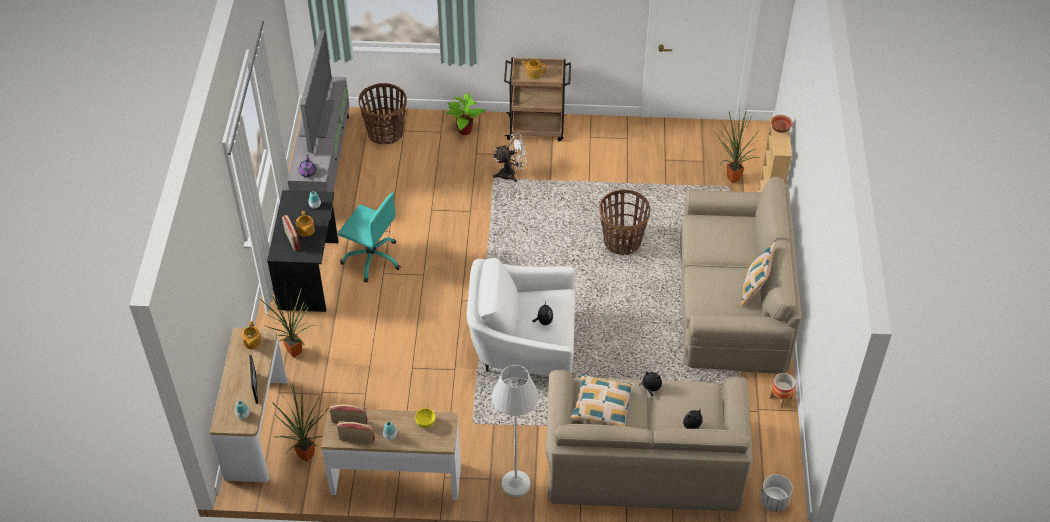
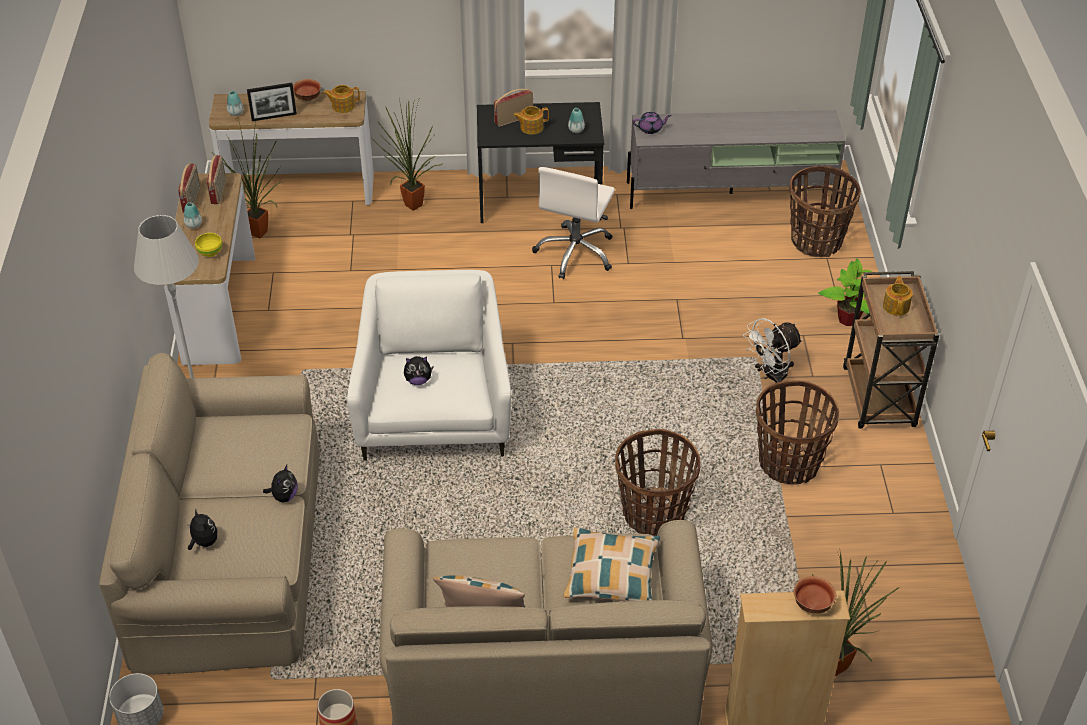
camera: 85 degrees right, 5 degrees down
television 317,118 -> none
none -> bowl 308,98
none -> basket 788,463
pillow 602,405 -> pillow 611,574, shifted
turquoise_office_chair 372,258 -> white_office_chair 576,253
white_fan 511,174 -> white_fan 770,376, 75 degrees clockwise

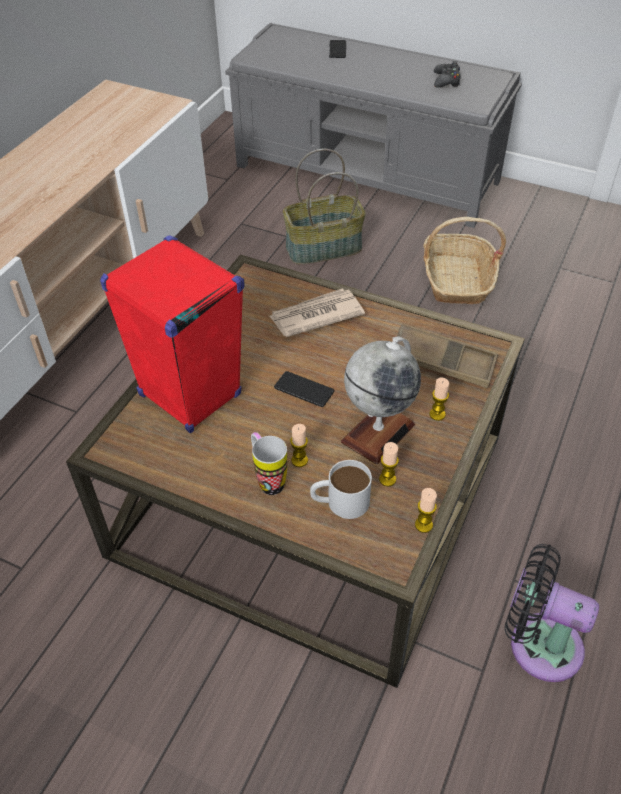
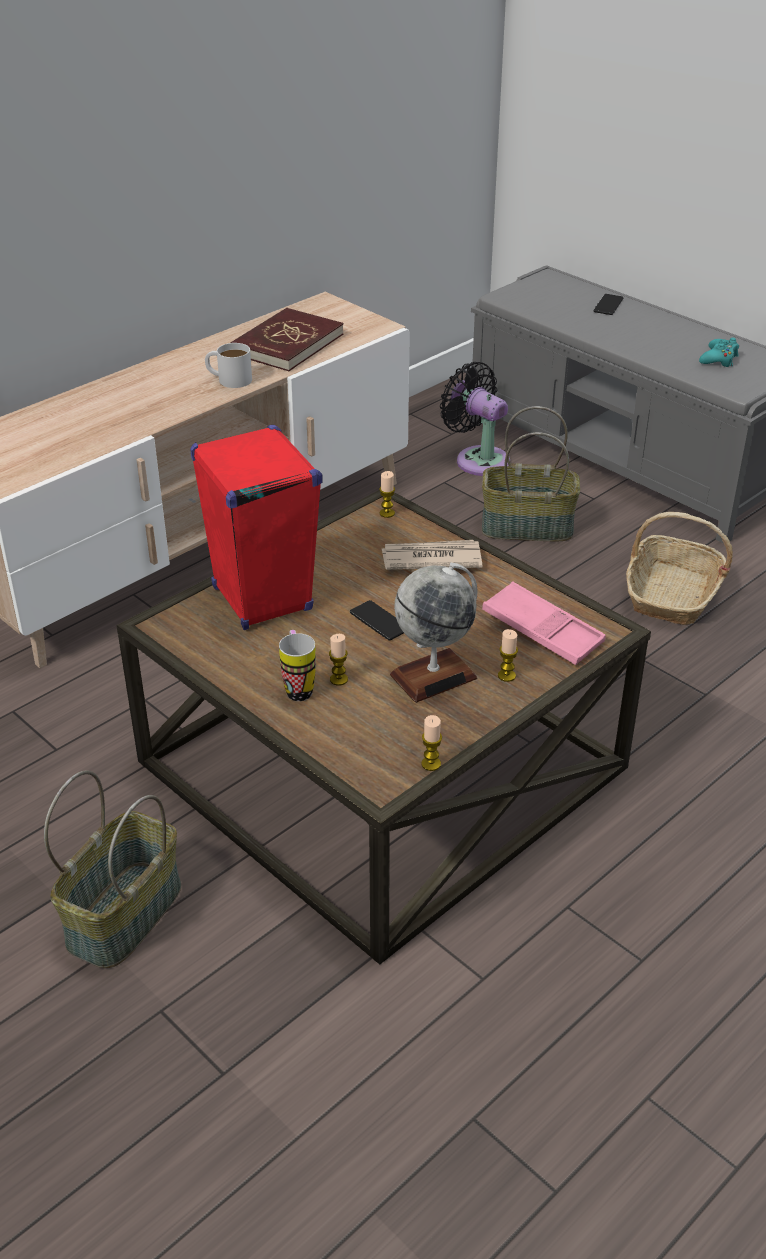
camera: 20 degrees right, 10 degrees down
none -> basket 123,913
none -> red_book 287,344
white_mug 340,502 -> white_mug 228,379, shifted
candle 387,479 -> candle 387,513, shifted
black_fan 538,643 -> black_fan 478,459, shifted
brown_tray 442,361 -> pink_tray 542,630
black_game_controller 446,81 -> turquoise_game_controller 719,359

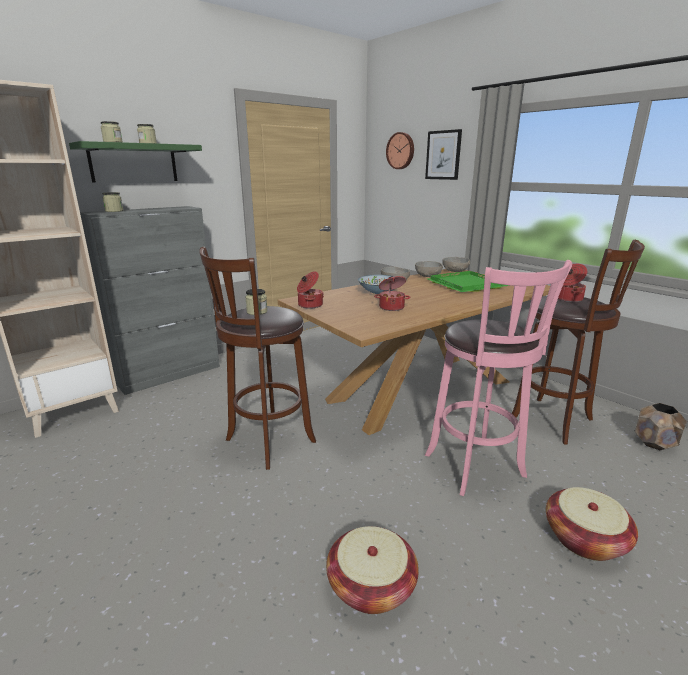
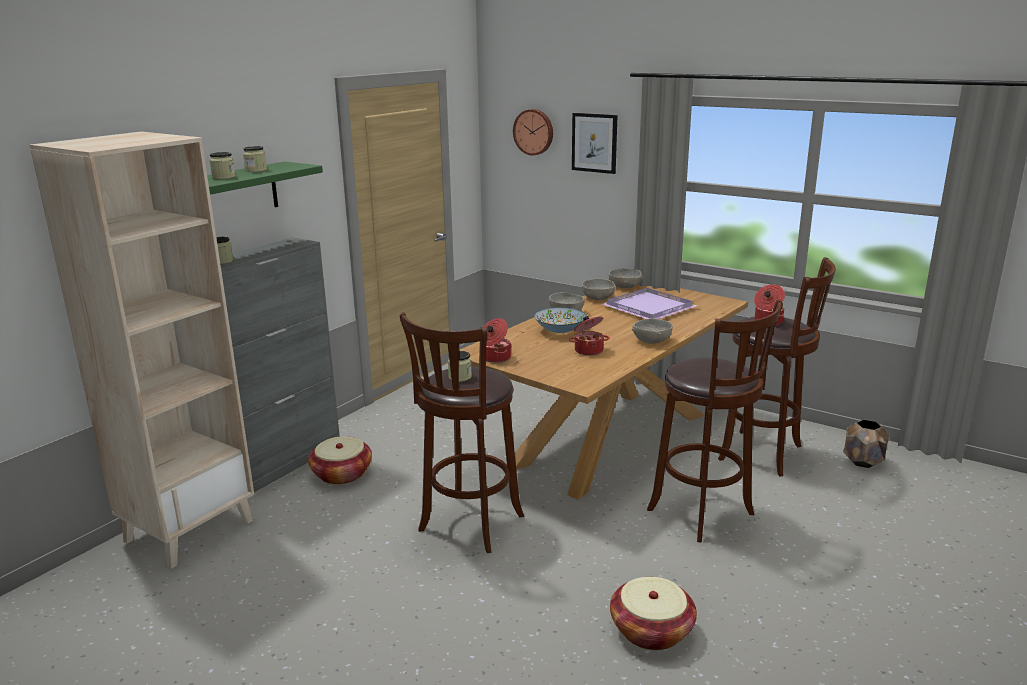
camera: 15 degrees left, 0 degrees up
none -> grey_bowl 651,340
basket 584,539 -> basket 342,474, shifted
pink_stool 477,468 -> brown_stool 704,514
green_tray 467,285 -> purple_tray 650,308

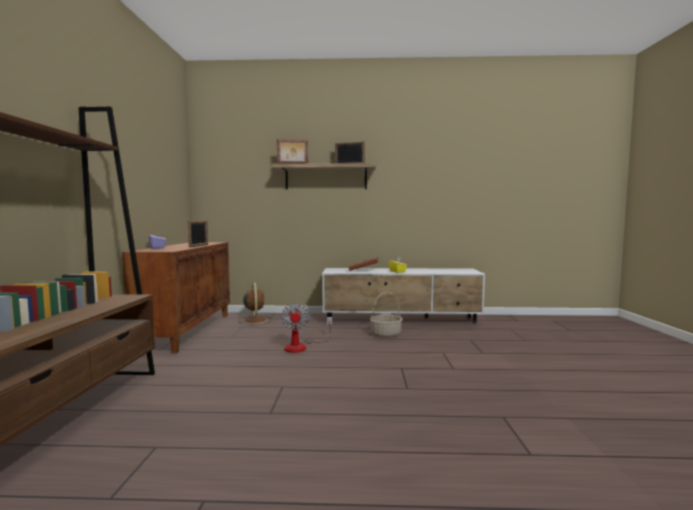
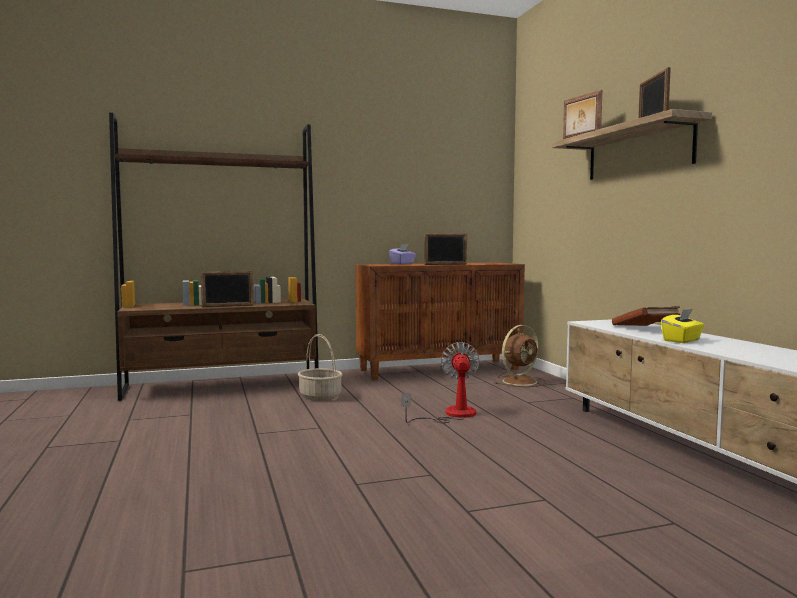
camera: 70 degrees right, 0 degrees up
none -> picture_frame 227,306
basket 386,334 -> basket 321,396, shifted
fan 302,346 -> fan 451,415, 120 degrees clockwise

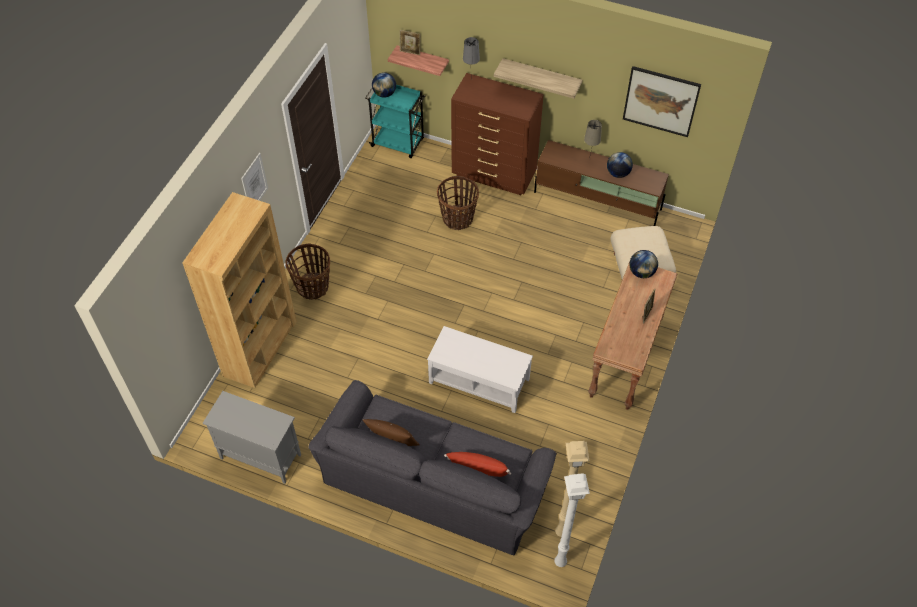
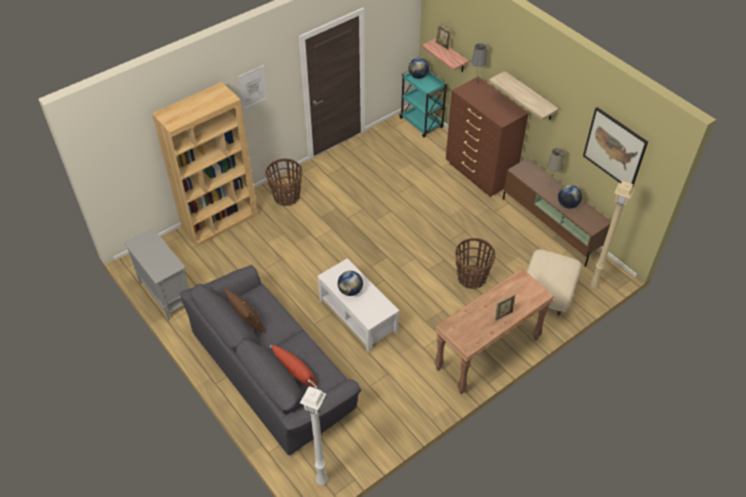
camera: 30 degrees right, 5 degrees down
basket 458,218 -> basket 471,278, shifted
beige_floor_lamp 560,531 -> beige_floor_lamp 593,284, shifted
globe 641,272 -> globe 350,291, shifted

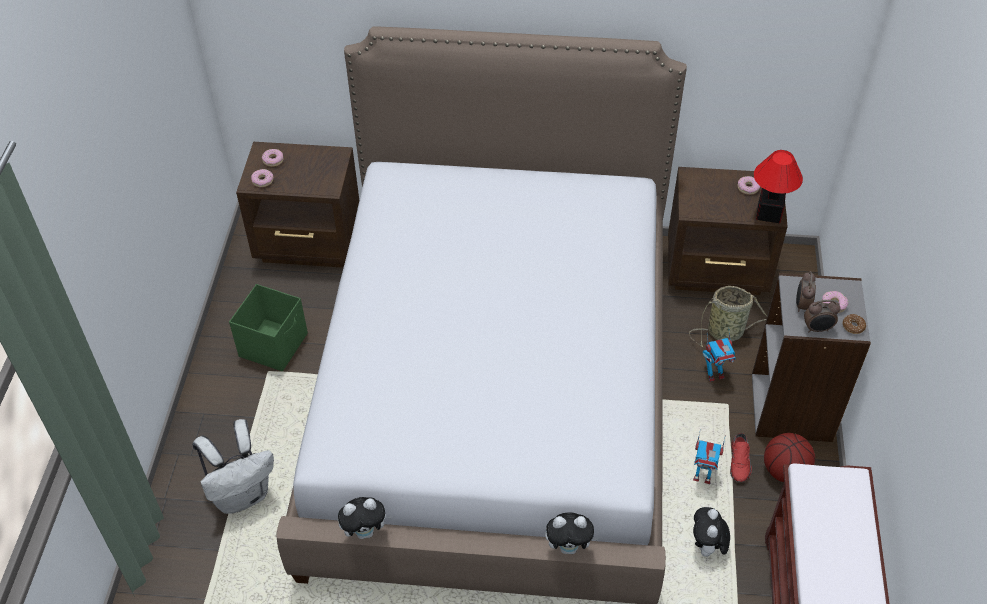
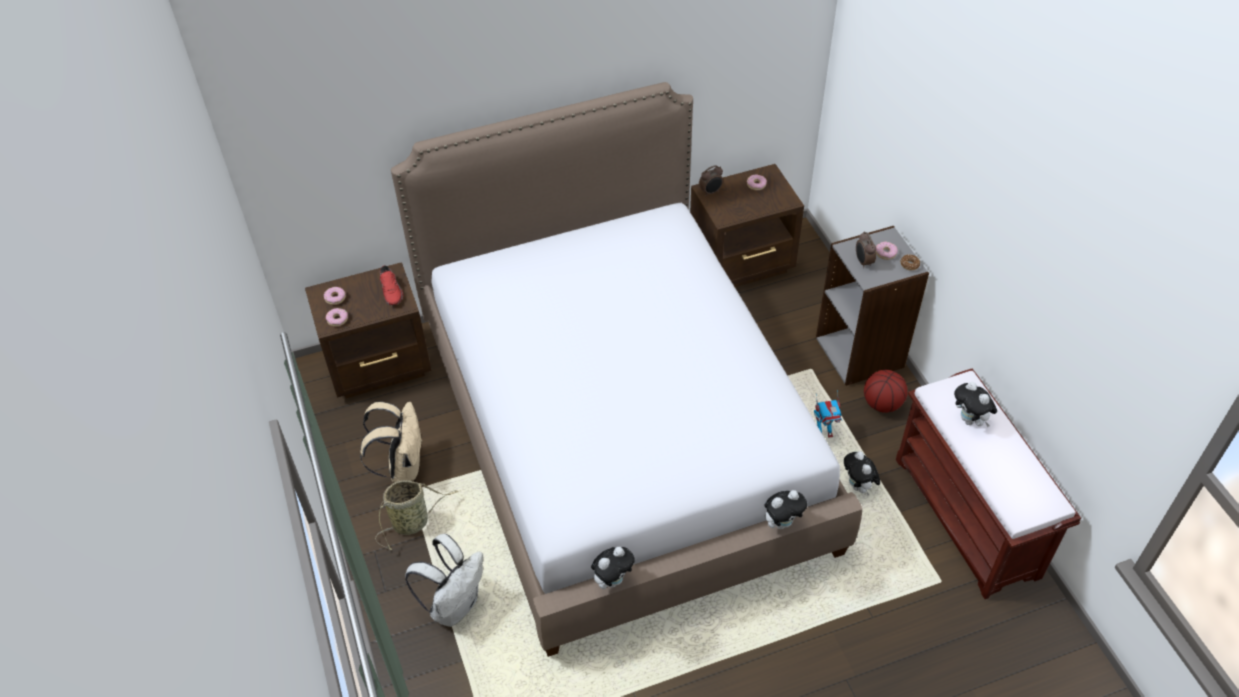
camera: 25 degrees left, 0 degrees up
toy_robot 714,374 -> none
table_lamp 768,214 -> none
none -> plush_toy 970,420
basket 727,332 -> basket 413,522, shifted
red_shoe 740,462 -> red_shoe 392,290, shifted
alarm_clock 817,329 -> alarm_clock 710,192, shifted
green_storage_box 274,345 -> beige_backpack 402,466

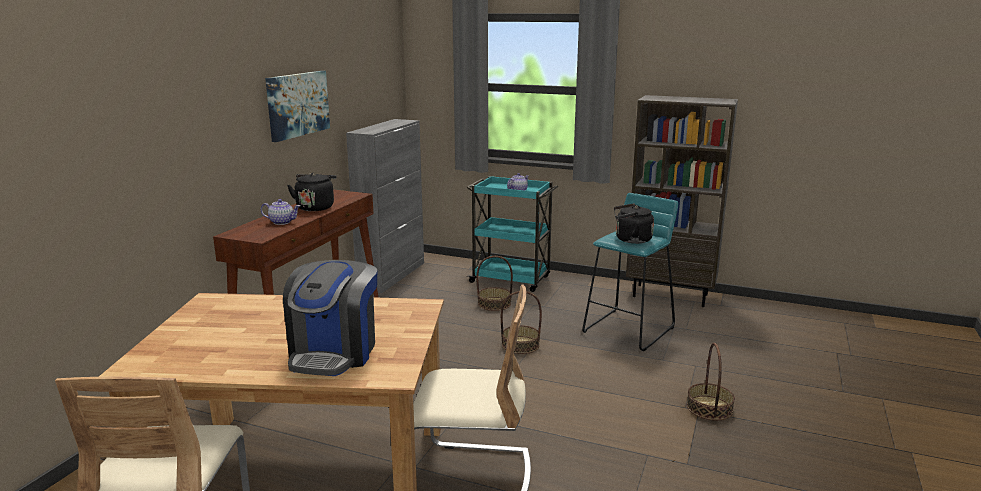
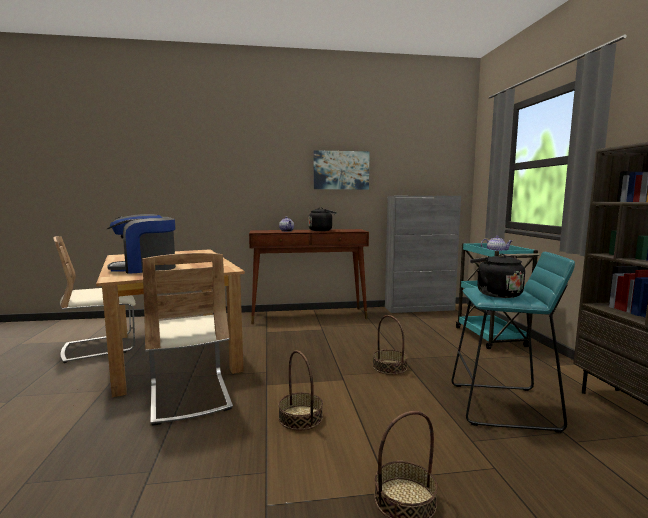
camera: 60 degrees right, 10 degrees down
basket 494,304 -> basket 301,417, shifted

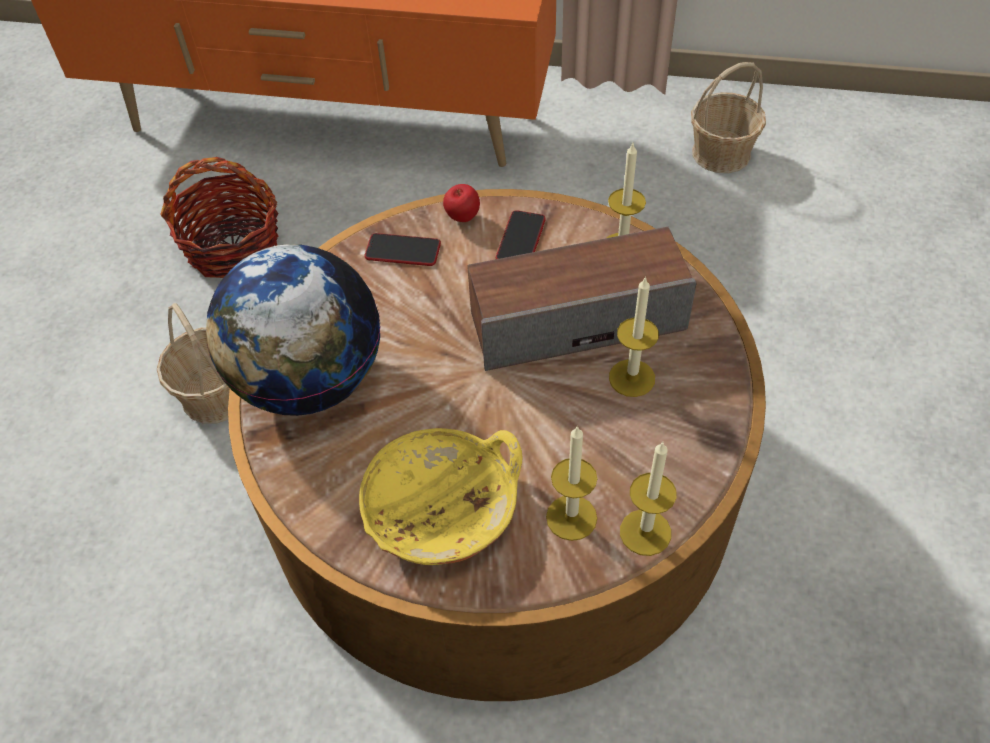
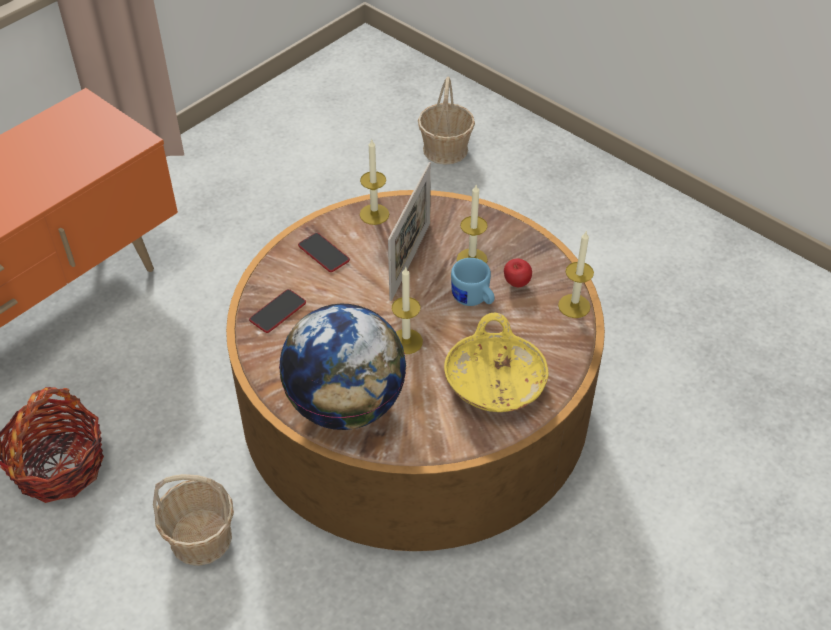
camera: 60 degrees left, 5 degrees down
none -> blue_mug 473,300
apple 462,218 -> apple 516,284, shifted
candle 571,517 -> candle 406,341, shifted
basket 721,153 -> basket 445,149, shifted
speaker 576,320 -> picture_frame 410,261

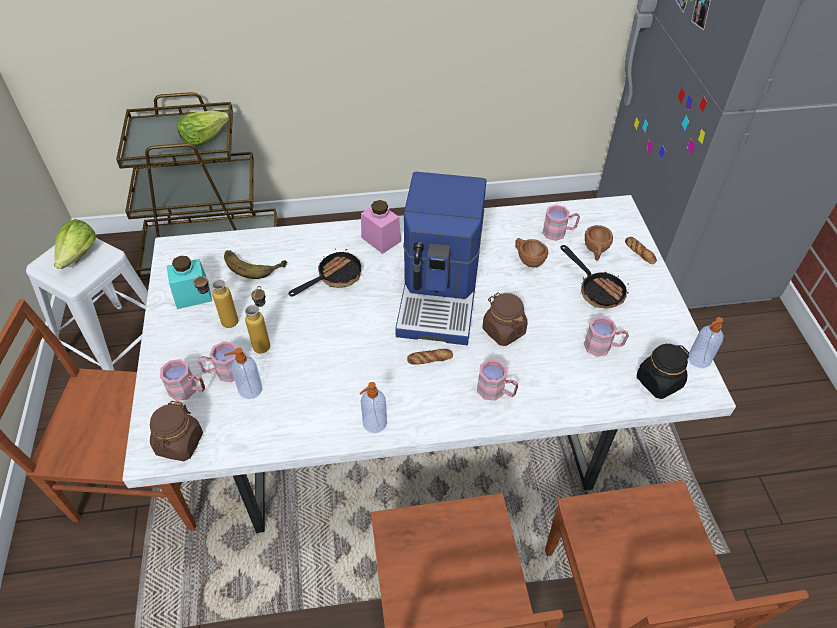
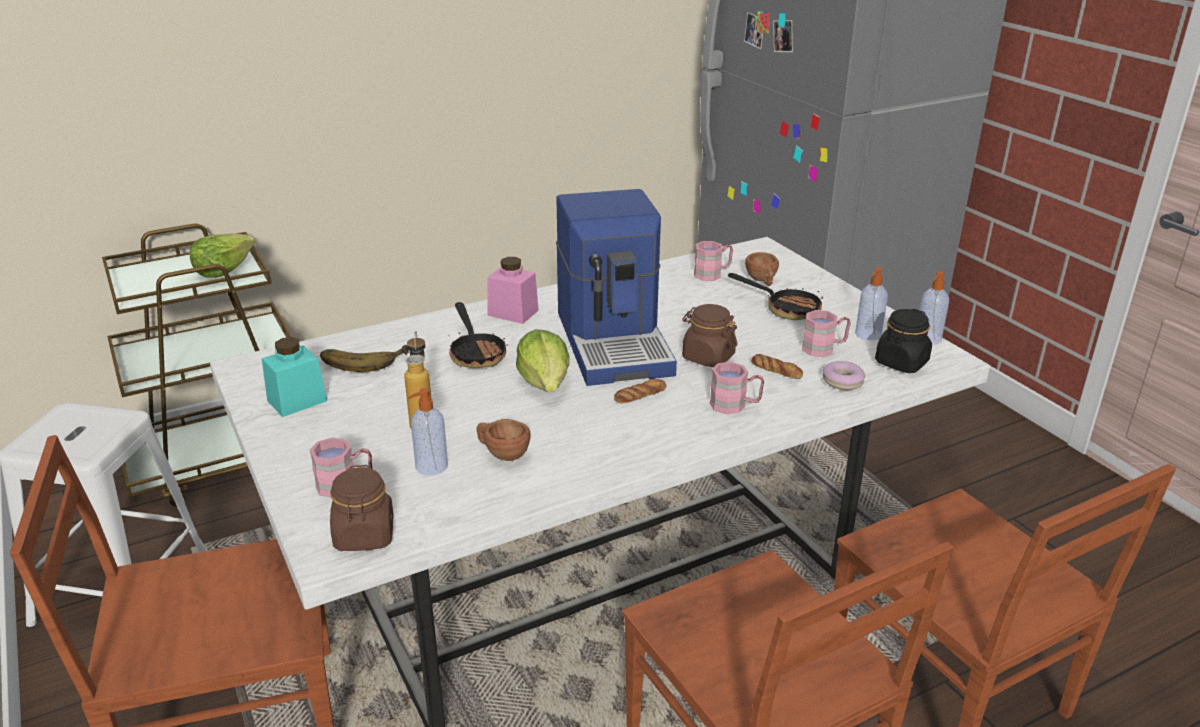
camera: 20 degrees left, 20 degrees down
bottle 222,322 -> none
pink_mug 223,372 -> none
none -> donut 842,381
lettuce 79,255 -> lettuce 545,383, shifted
soap_dispenser 374,423 -> soap_dispenser 867,334, shifted
brown_cup 528,259 -> brown_cup 502,453, shifted
bread 640,252 -> bread 776,370, shifted
frying_pan 334,277 -> frying_pan 476,353, 135 degrees clockwise

